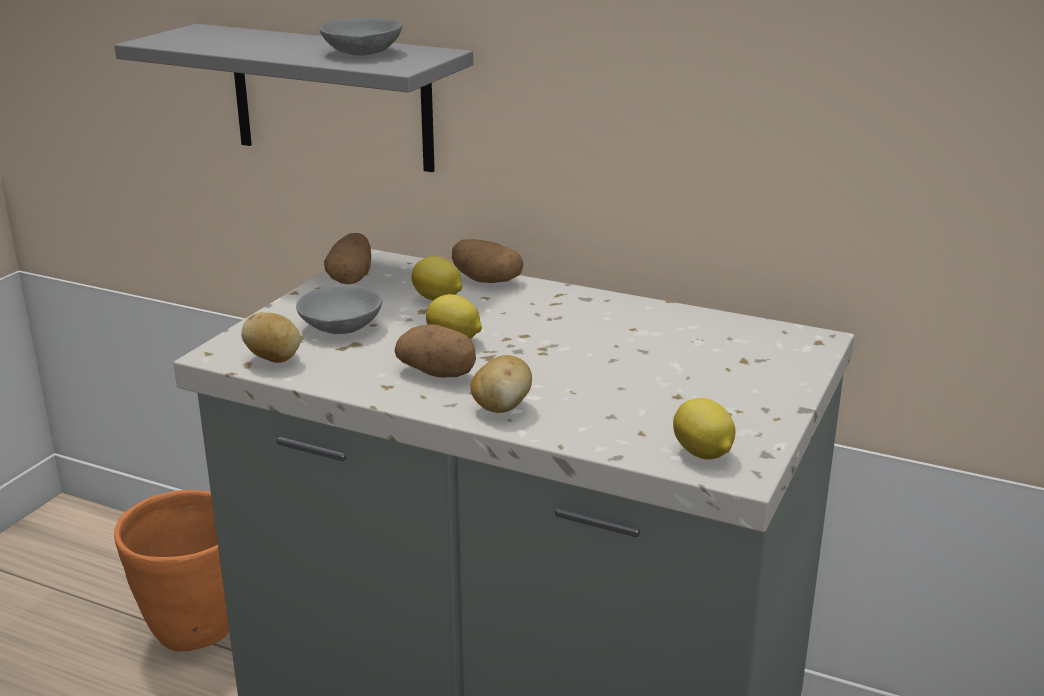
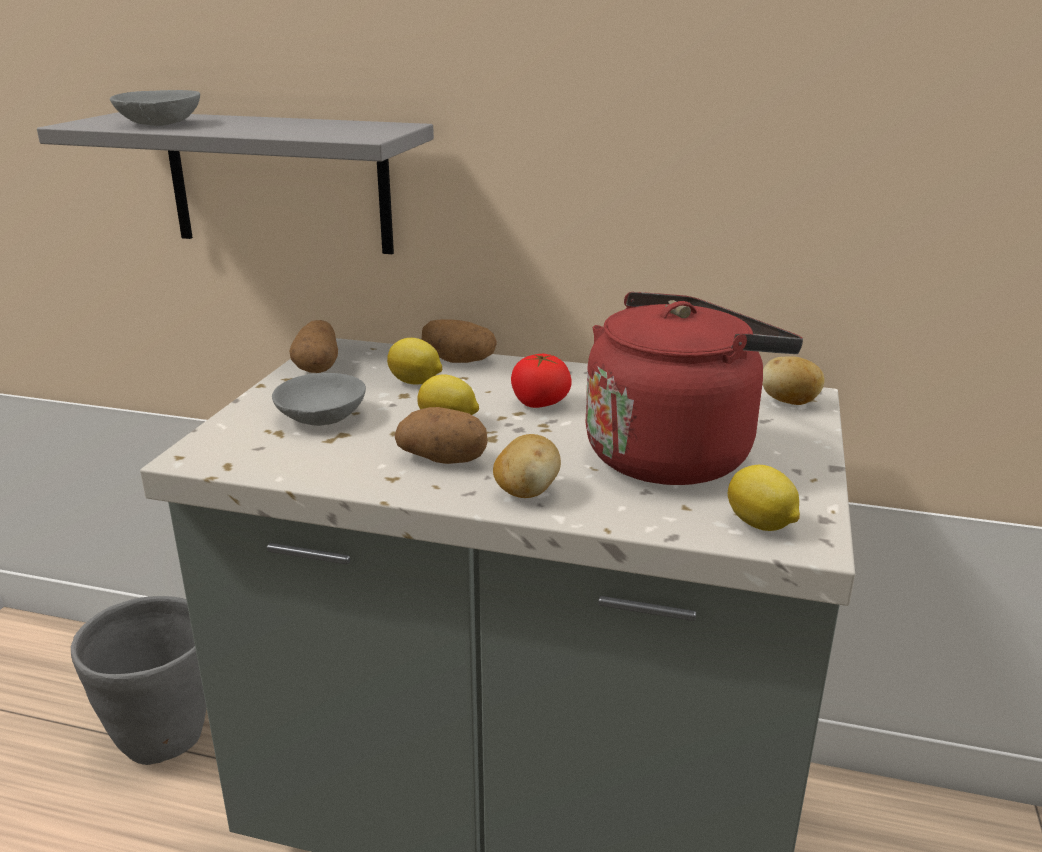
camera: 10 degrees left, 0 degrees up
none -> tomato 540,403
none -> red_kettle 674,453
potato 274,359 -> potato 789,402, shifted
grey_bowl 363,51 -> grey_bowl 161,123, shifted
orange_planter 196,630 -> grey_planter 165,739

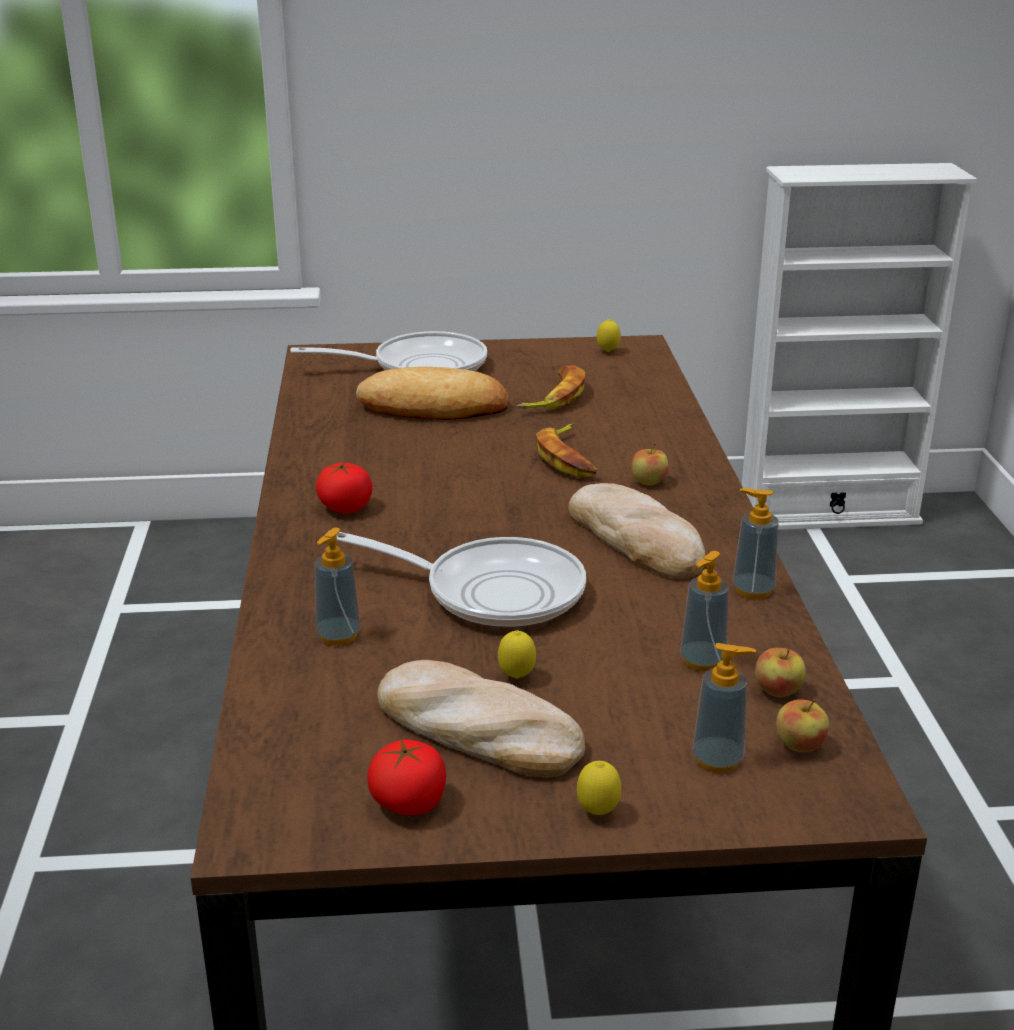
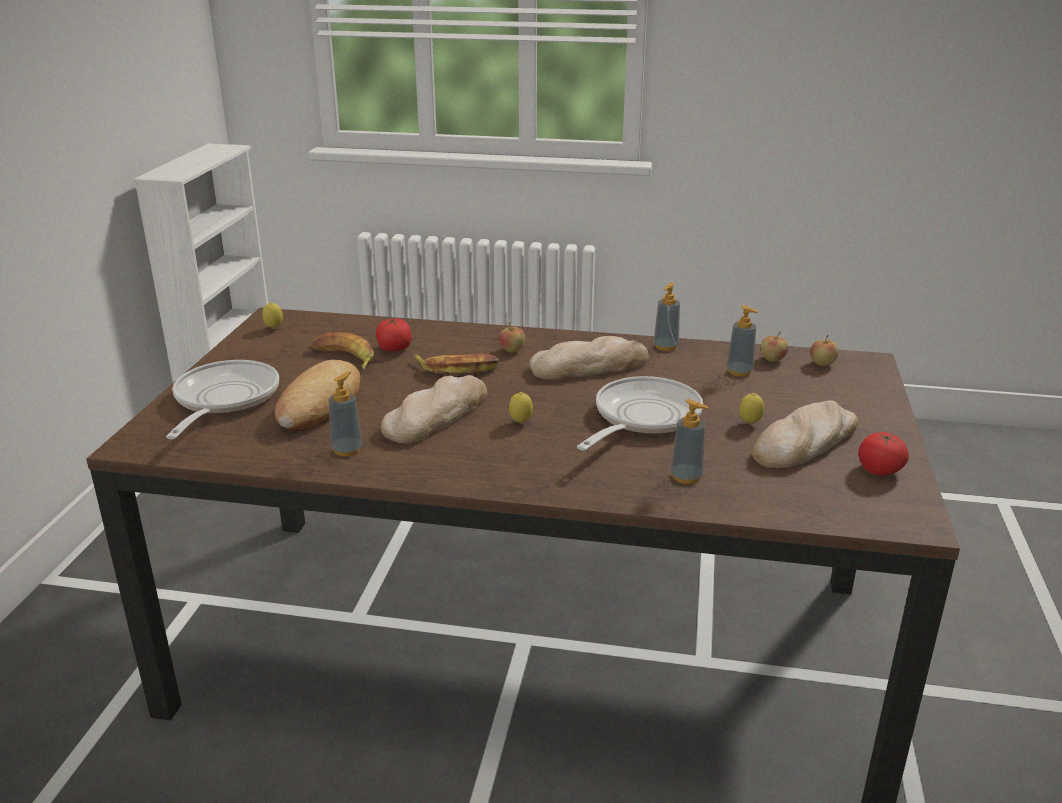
camera: 75 degrees left, 0 degrees up
none -> bread 436,415
tomato 345,508 -> tomato 394,349, shifted
lemon 598,813 -> lemon 520,423, shifted
soap_dispenser 718,760 -> soap_dispenser 347,450, shifted

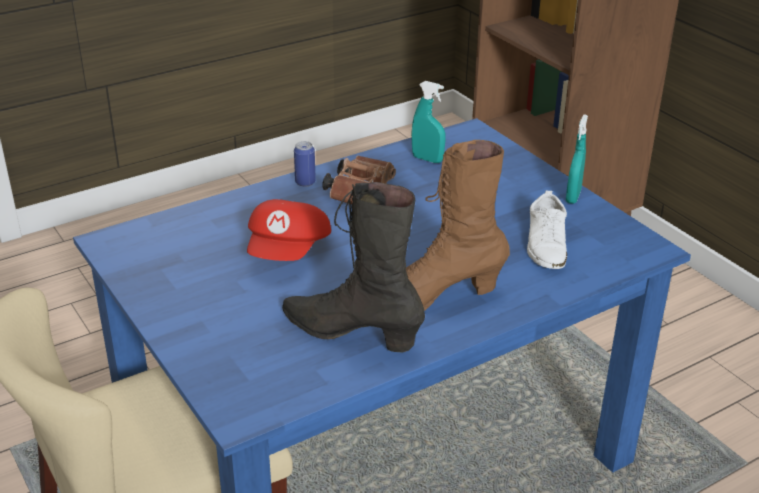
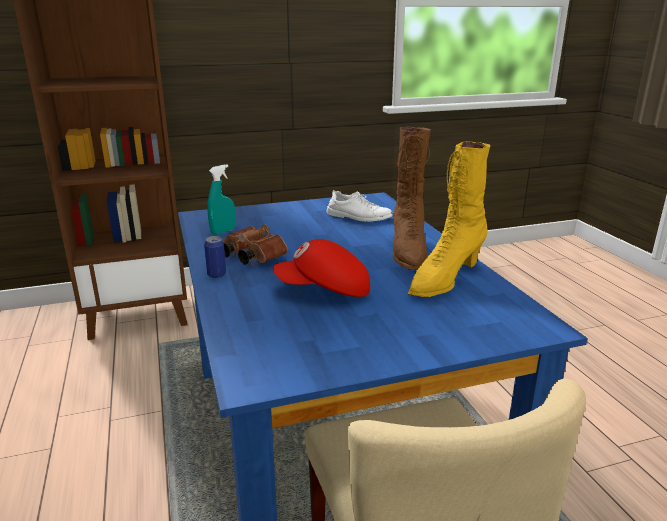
camera: 75 degrees left, 10 degrees down
turquoise_spray_bottle 573,197 -> none
black_boot 351,333 -> yellow_boot 444,279
red_cap 289,251 -> red_cap 324,291, 150 degrees clockwise

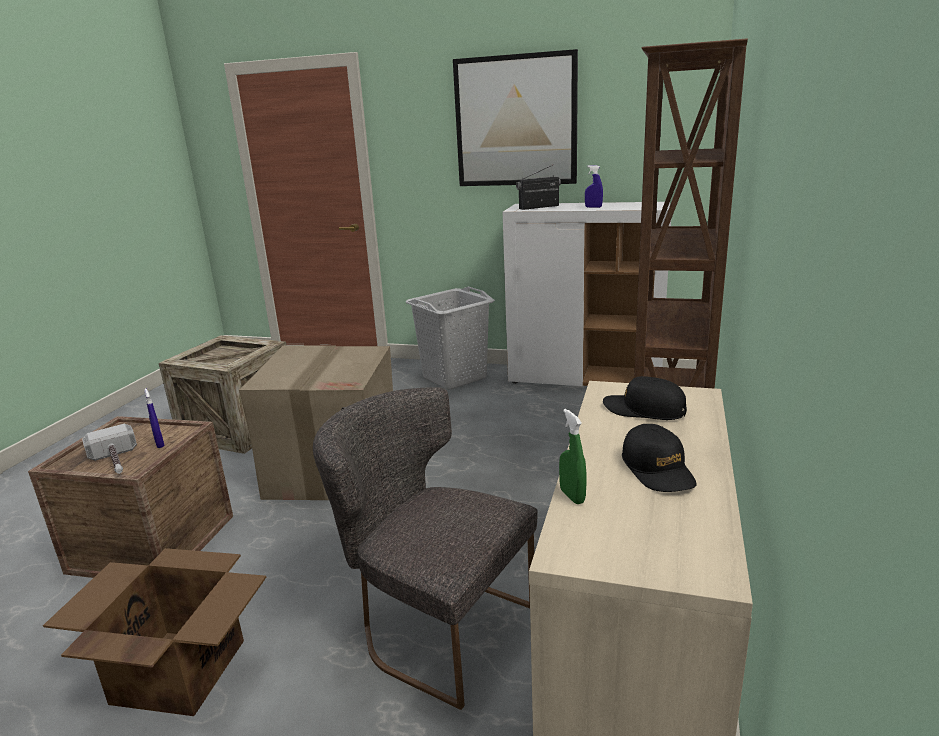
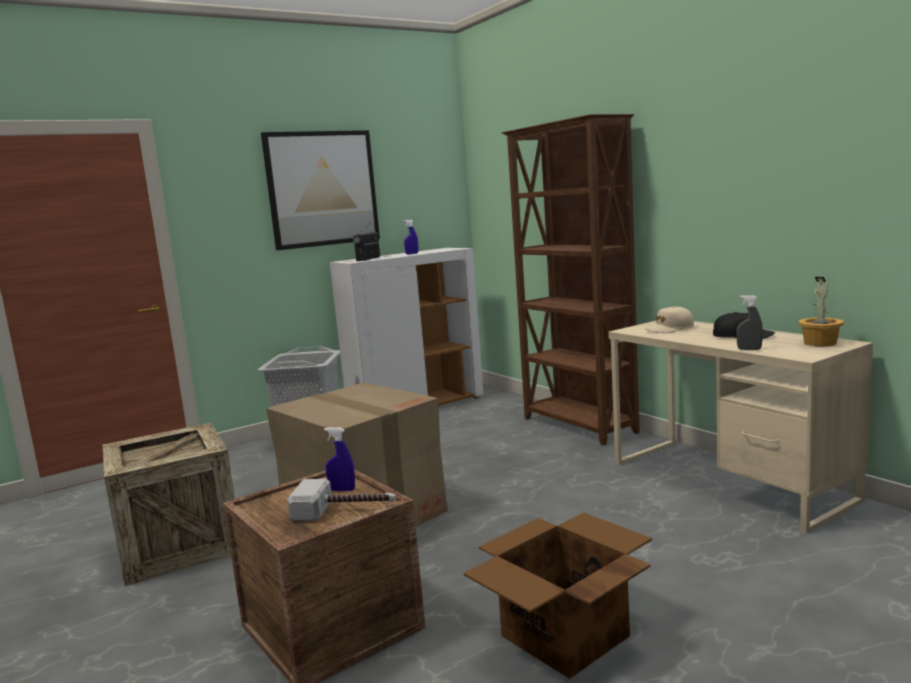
camera: 50 degrees left, 10 degrees down
grey_chair 434,626 -> none
none -> potted_plant 820,343
green_spray_bottle 572,496 -> grey_spray_bottle 749,349
black_cap 644,410 -> beige_cap 669,329

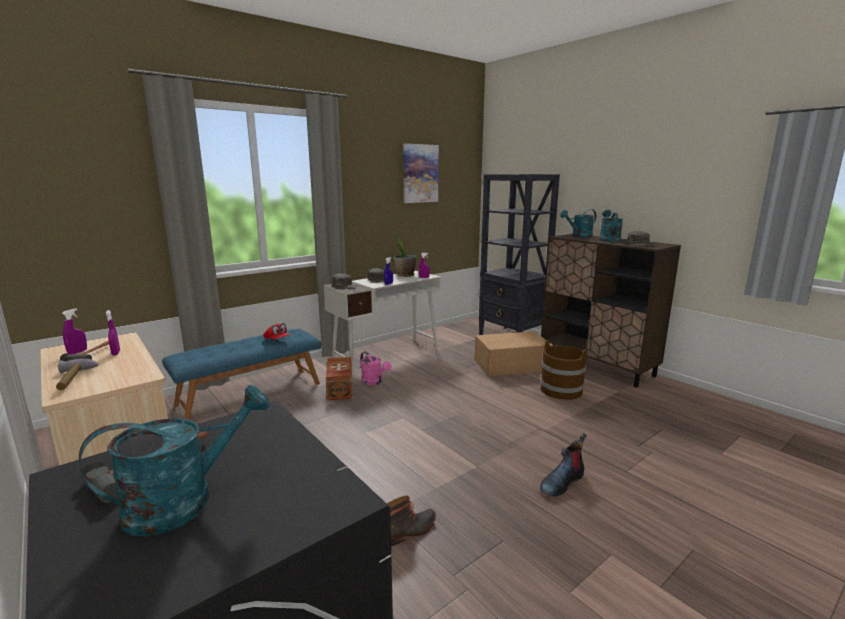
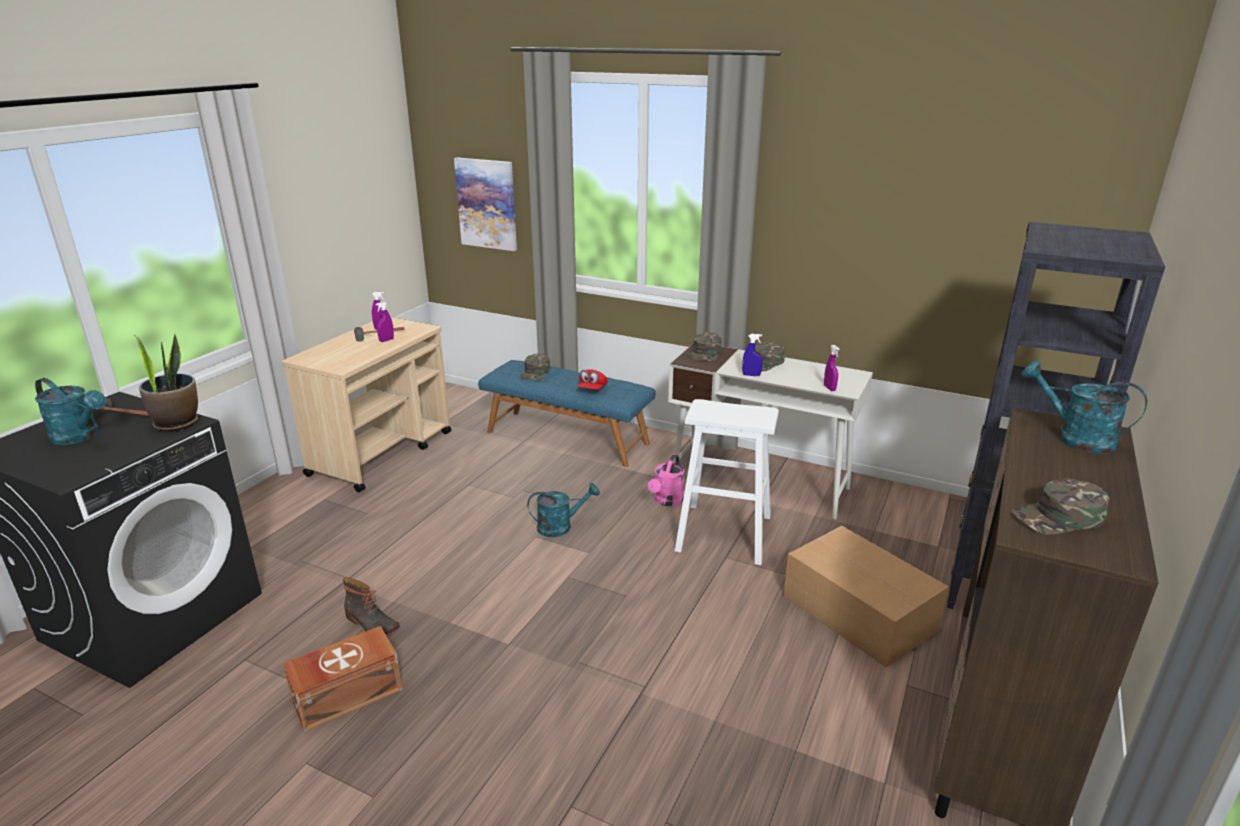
camera: 65 degrees right, 10 degrees up
hammer 74,379 -> none
brown_bucket 561,390 -> none
boot 562,482 -> none
none -> green_cap 535,372
none -> white_stool 723,533
brown_storage_box 339,388 -> brown_storage_box 345,694, shifted
potted_plant 405,275 -> potted_plant 177,423, shifted
picture 420,173 -> picture 487,204, shifted
turquoise_watering_can 608,240 -> turquoise_watering_can 560,526, shifted

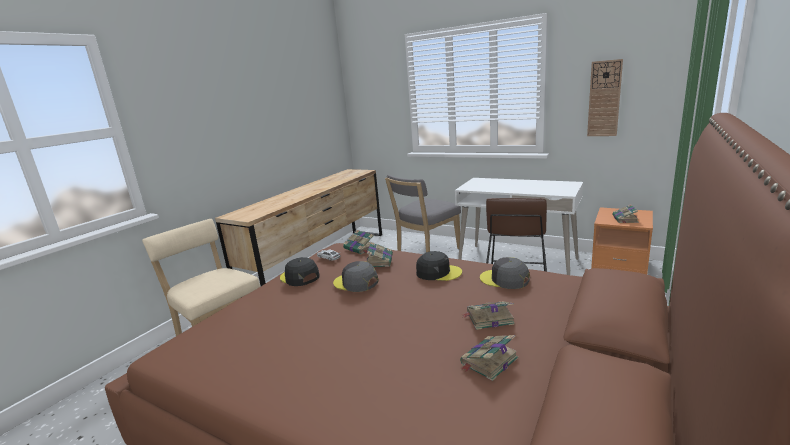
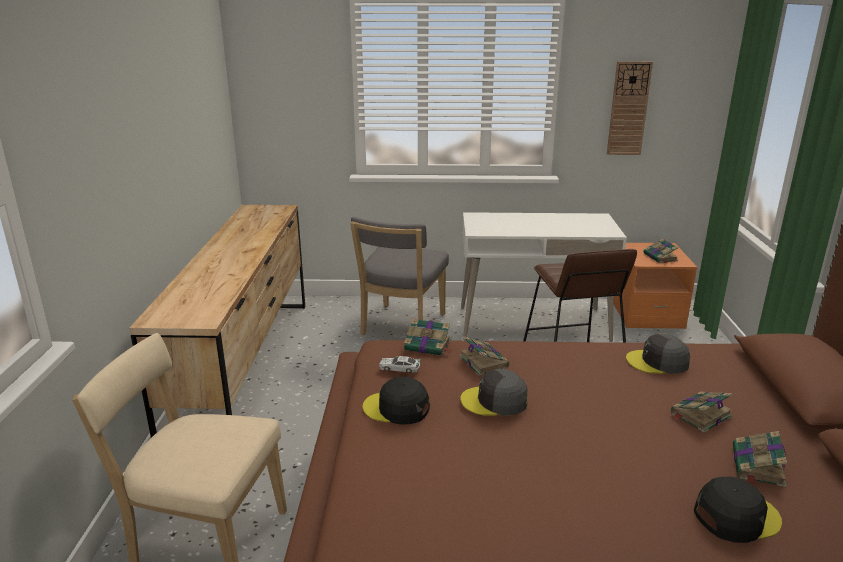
camera: 30 degrees left, 5 degrees up
black_cap 438,272 -> black_cap 736,516, shifted

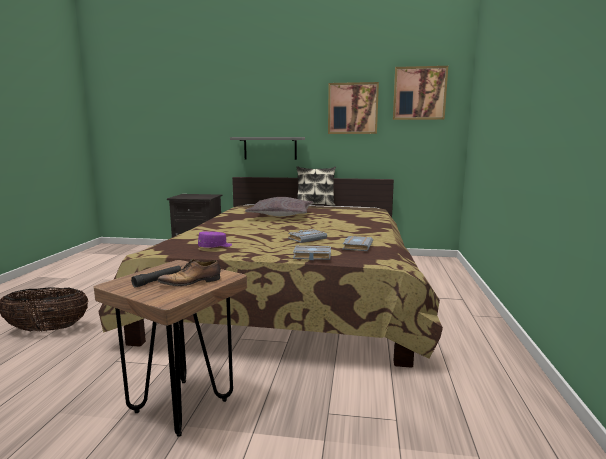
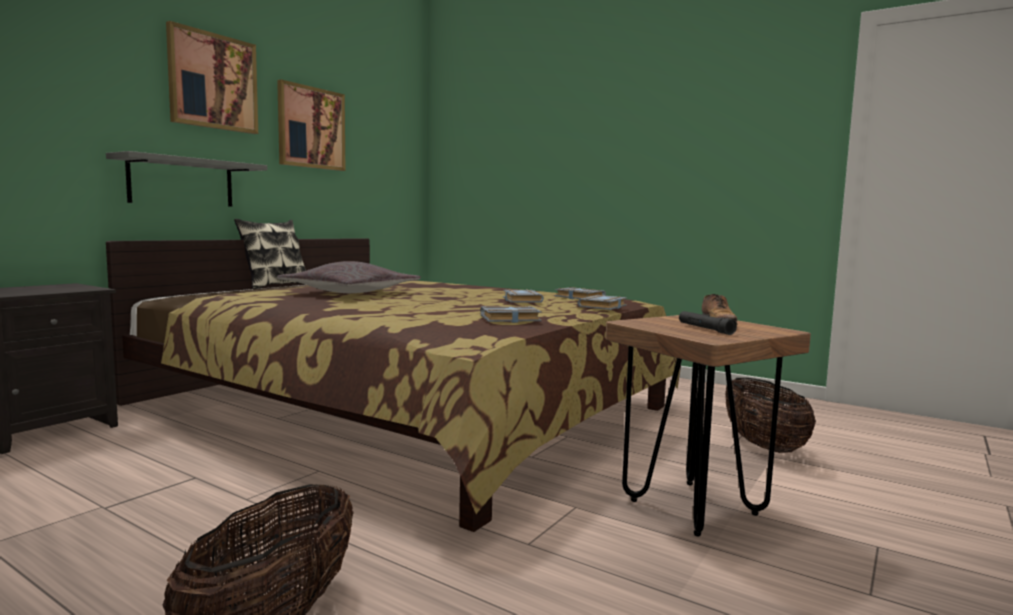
camera: 65 degrees left, 5 degrees down
none -> basket 763,446
picture 419,93 -> picture 213,81, shifted
purple_cap 215,247 -> grey_book 509,319

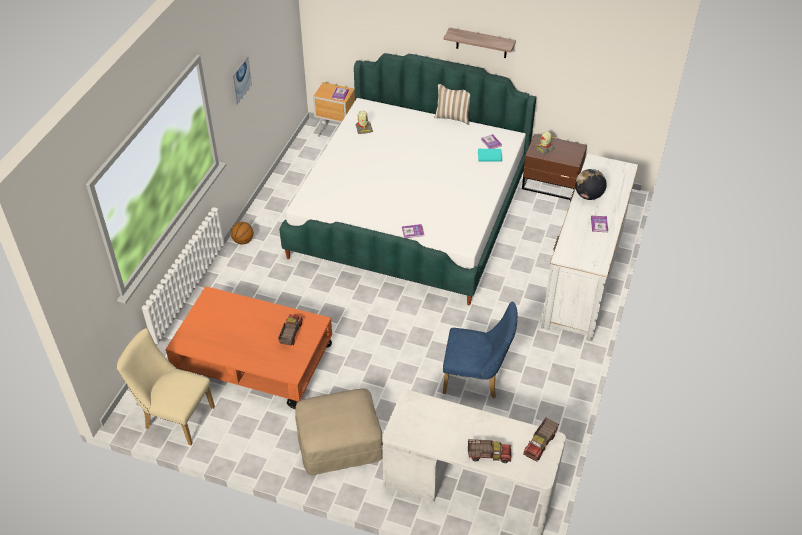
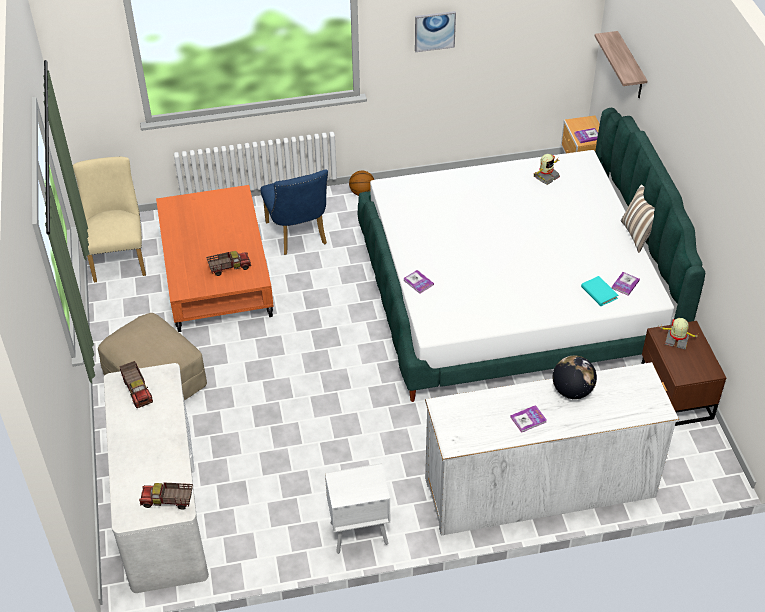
camera: 60 degrees right, 0 degrees up
none -> white_nightstand 357,533
shelf 481,43 -> shelf 630,67, shifted
blue_chair 476,379 -> blue_chair 298,236, shifted
toy_truck 488,455 -> toy_truck 138,390, shifted

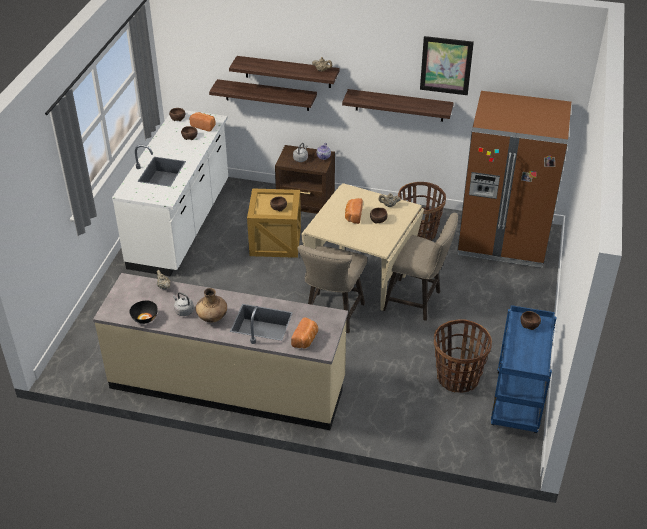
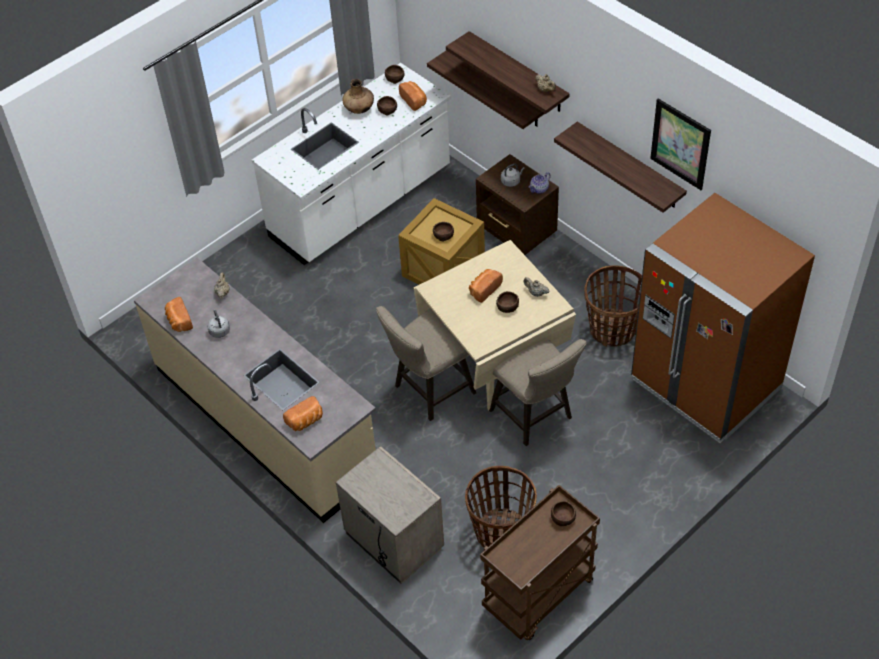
camera: 35 degrees right, 10 degrees up
none -> beige_nightstand 393,541
brown_vase 212,317 -> brown_vase 359,109, shifted
black_bowl 144,318 -> bread 179,321
blue_cart 517,404 -> brown_cart 539,596

